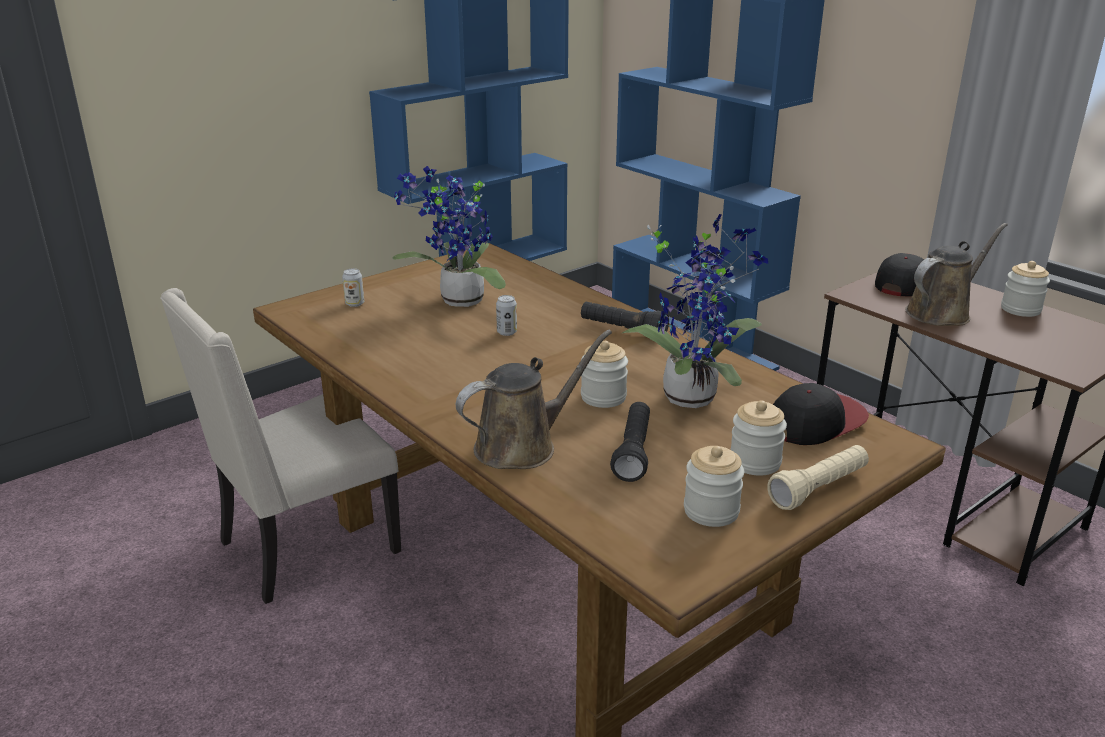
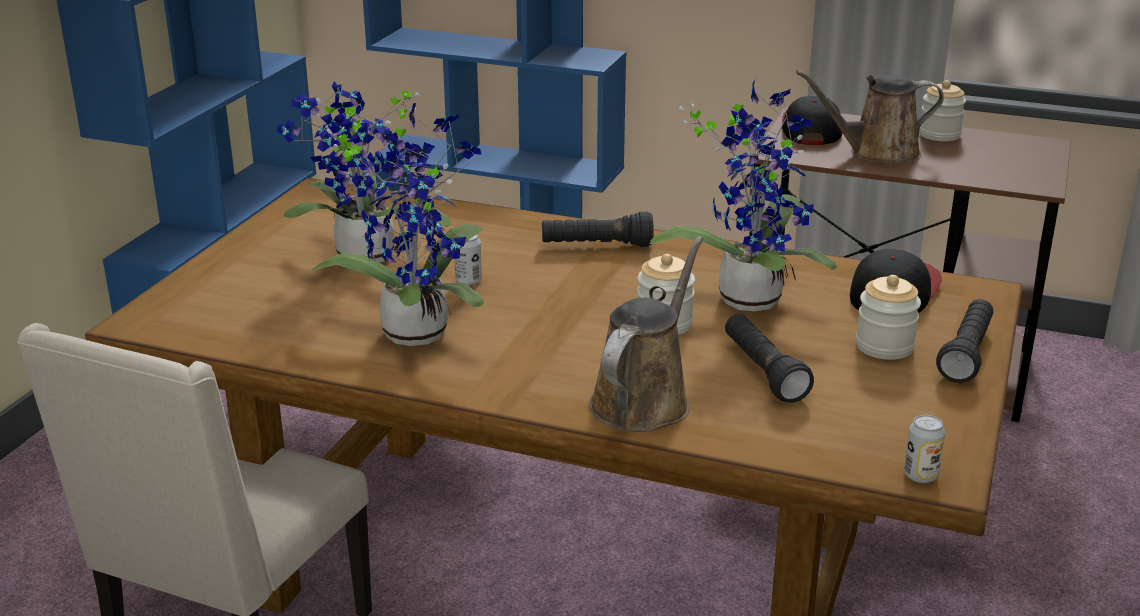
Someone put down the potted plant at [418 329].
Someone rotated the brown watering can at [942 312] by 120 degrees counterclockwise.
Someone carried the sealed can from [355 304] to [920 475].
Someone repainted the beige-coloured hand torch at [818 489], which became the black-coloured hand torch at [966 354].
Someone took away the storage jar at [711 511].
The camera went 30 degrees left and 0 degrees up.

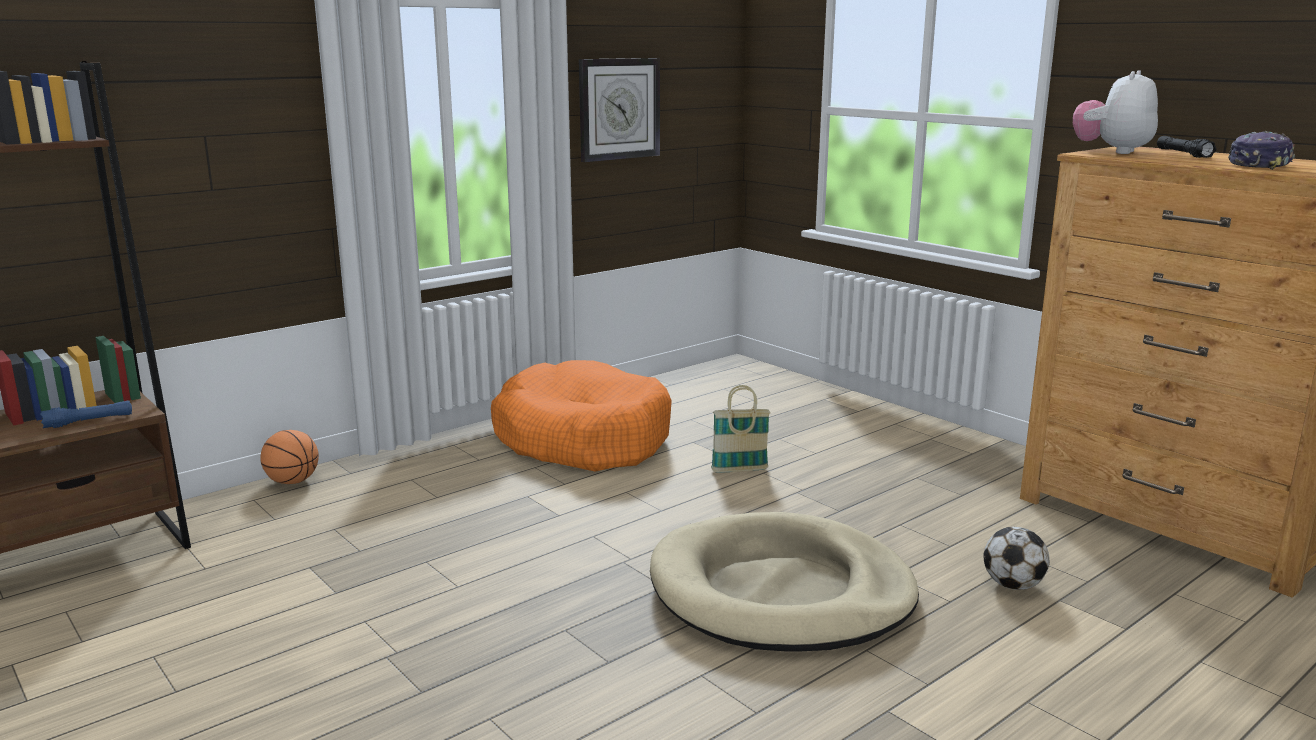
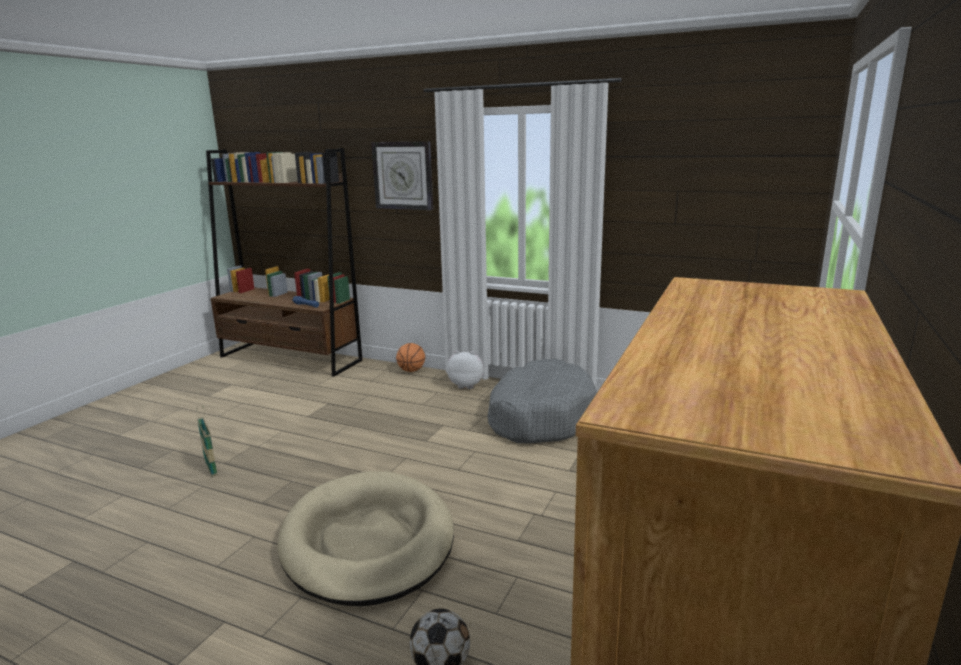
Someone carried the storage basket from [739 470] to [211 468].
Someone carried the clock on the wall from [619 109] to [403 175].
Someone carried the cuddly toy from [1112 151] to [466 385].
Someone repainted the orangey dog cushion at [582 439], which became the gray dog cushion at [540 416].
Someone took away the black-coloured hand torch at [1183 154].
Someone took away the peaked cap at [1259 165].
The camera went 65 degrees right and 0 degrees up.

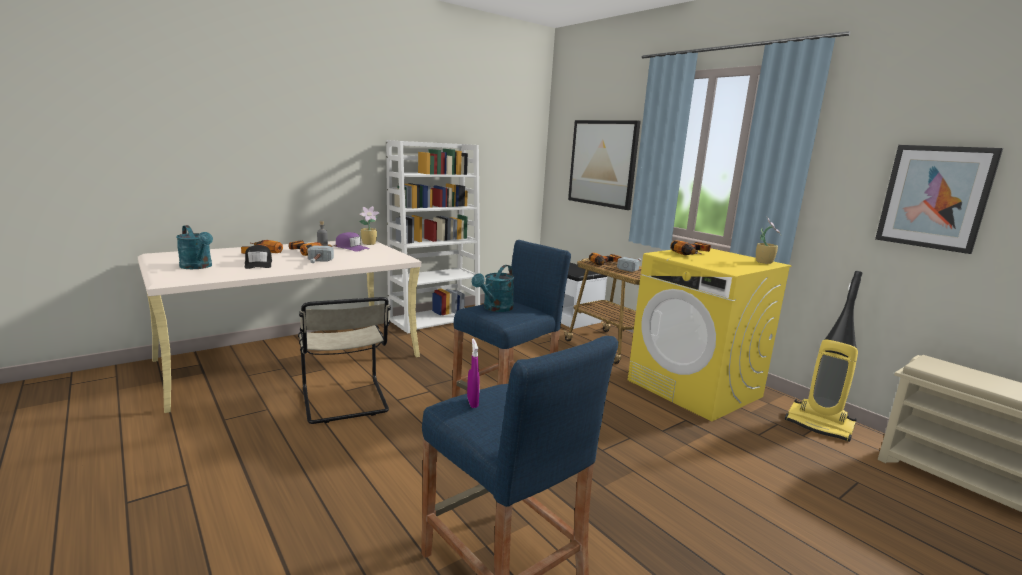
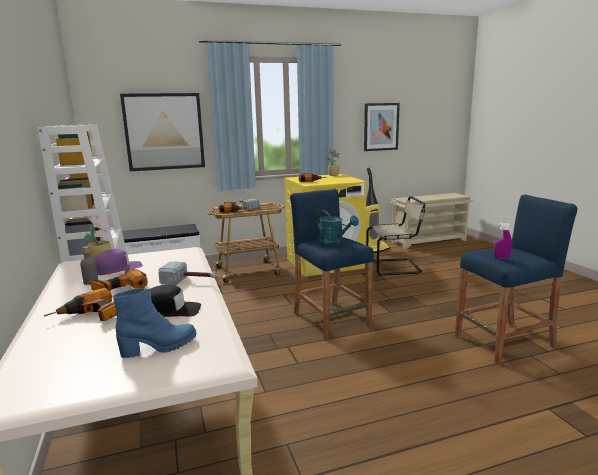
Someone swapped the turquoise watering can at [198 267] for the bluish high-top boot at [159 347].
Someone carried the beige-coloured chair from [345 402] to [395 267].
The camera went 70 degrees left and 0 degrees up.

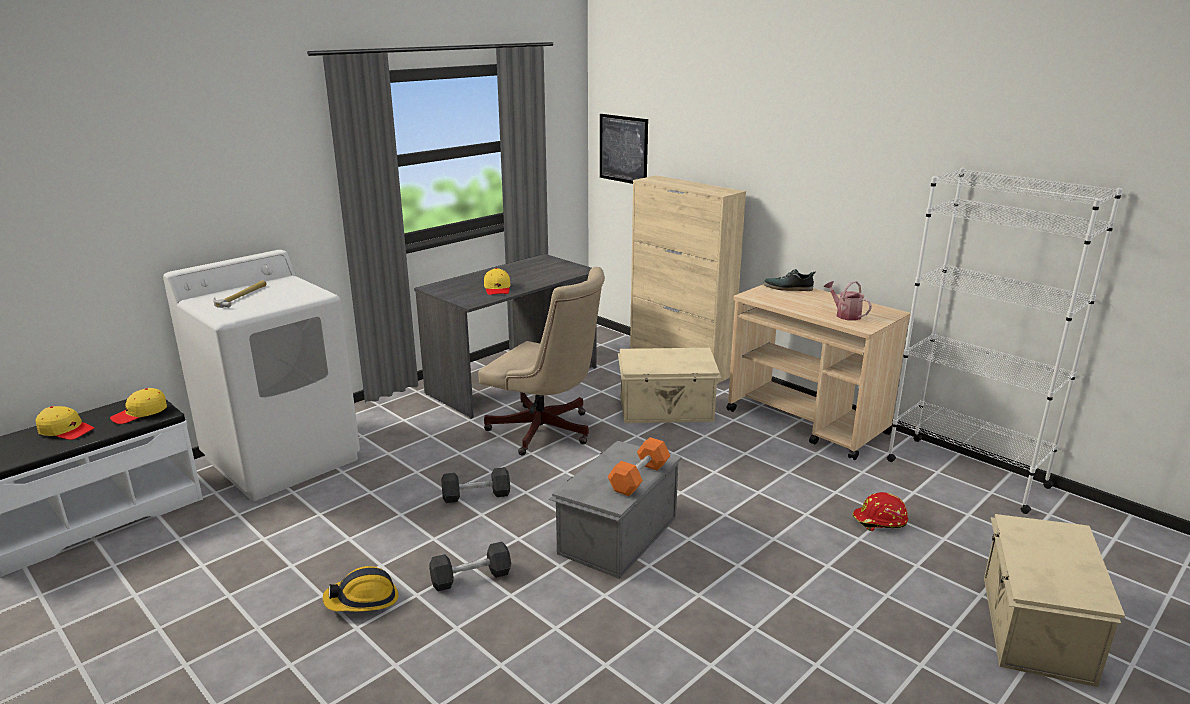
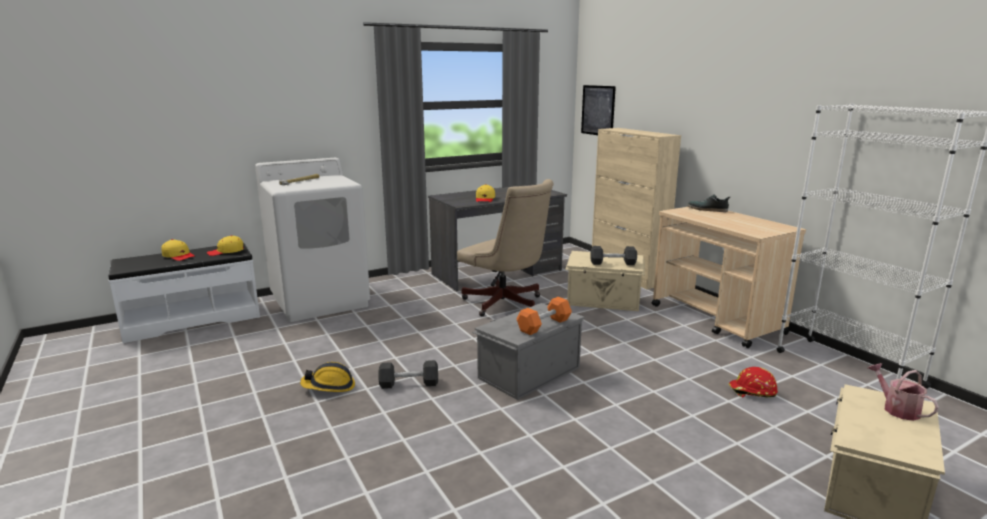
Someone carried the black-coloured free weight from [476 495] to [613 263].
Someone carried the watering can from [845 315] to [897 409].
The camera went 15 degrees right and 5 degrees down.

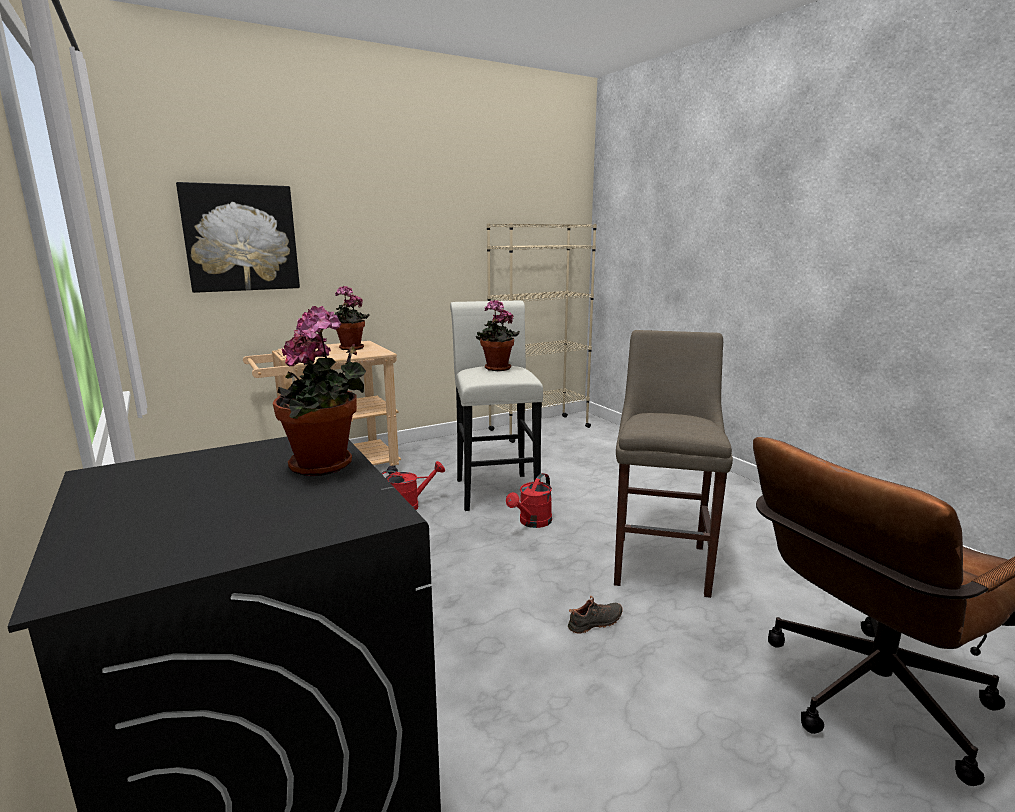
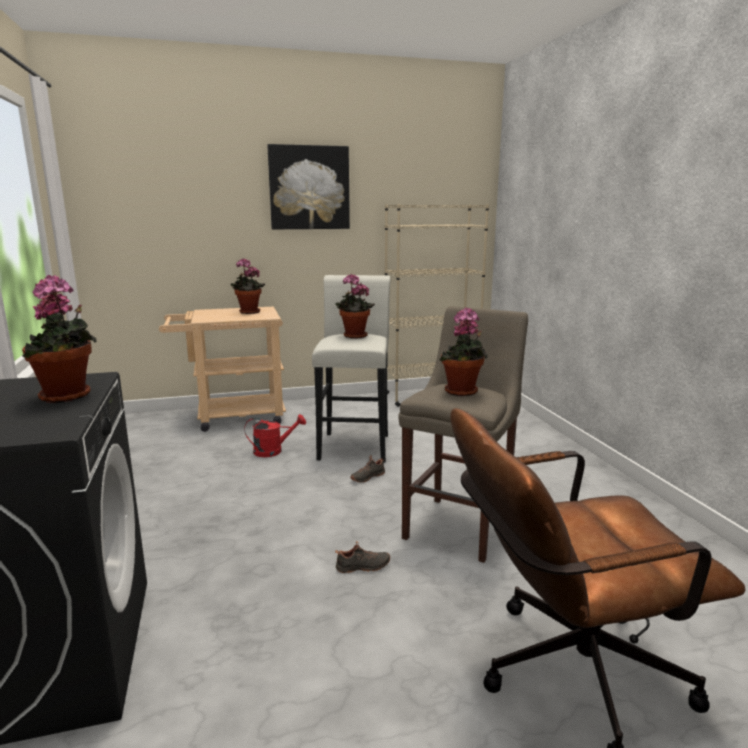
Someone carried the wall picture from [241 238] to [309 188].
Someone swapped the reddish watering can at [532 523] for the black-coloured low shoe at [367 477].
Someone put down the potted plant at [462 392].
The camera went 15 degrees right and 0 degrees up.

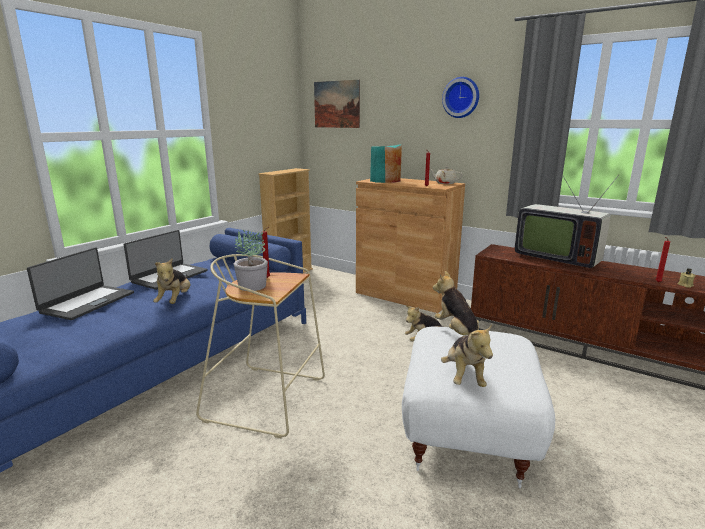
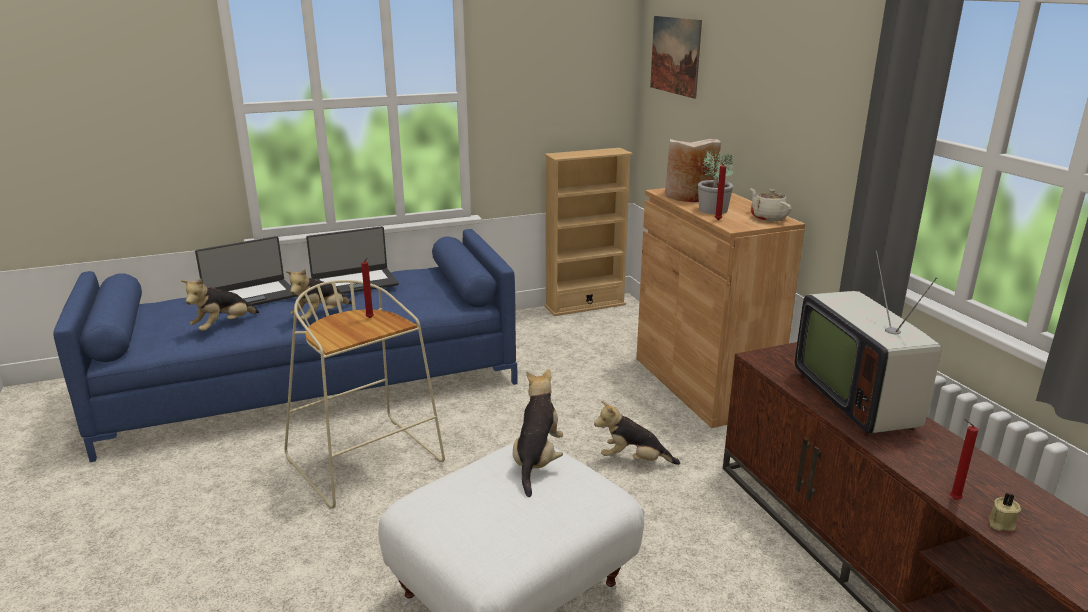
Someone carried the cuddly toy from [464 377] to [224 327].
Someone repainted the turquoise decorative vase at [385 180], which became the beige-coloured decorative vase at [690 195].
Someone carried the potted plant from [252 286] to [713 210].
Someone took away the clock on the wall at [461 97].
The camera went 35 degrees right and 5 degrees up.

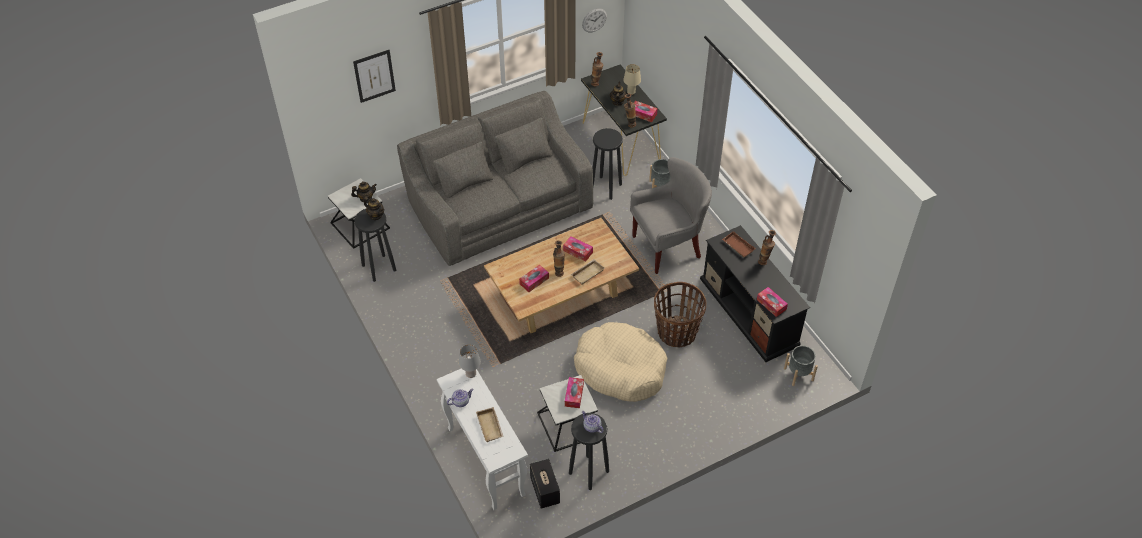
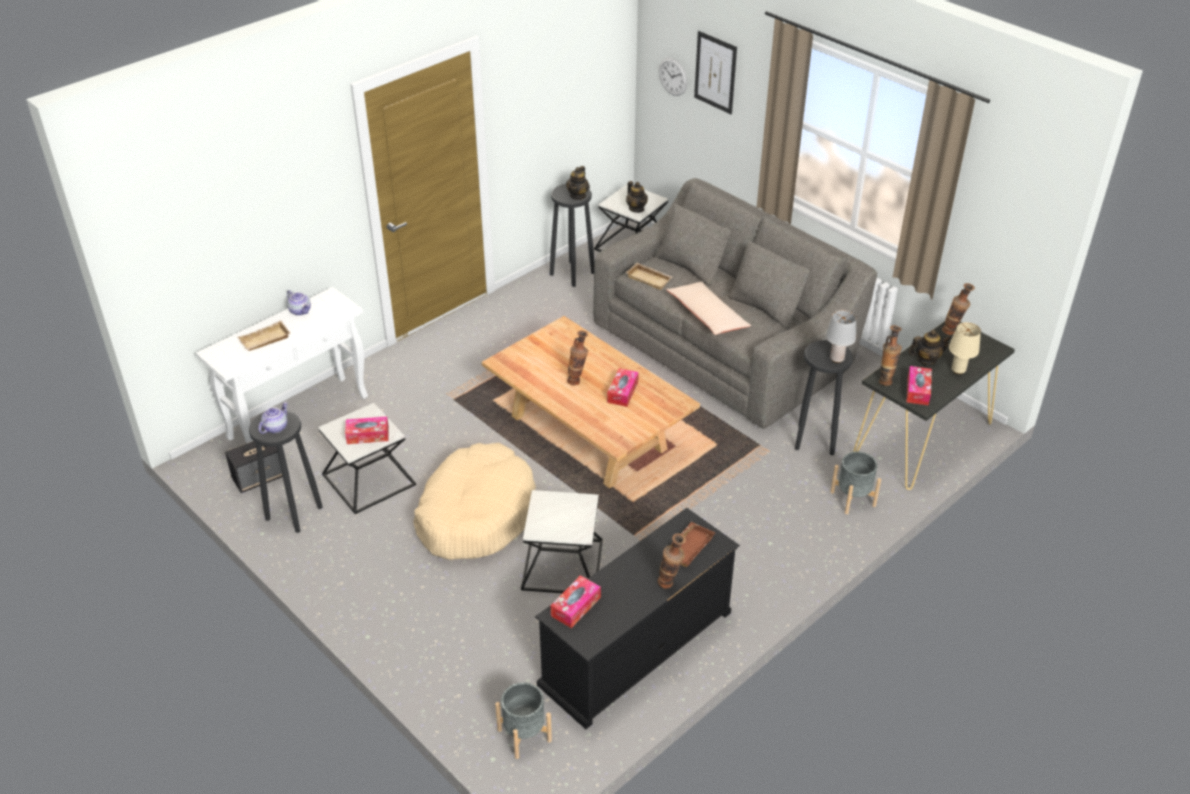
Someone swapped the storage basket at [676 333] for the side table at [562 565].
Someone carried the beige-coloured serving tray from [587 273] to [650 279].
Someone carried the clock on the wall from [594 20] to [673 76].
Someone put down the beige-coloured pillow at [707 316].
Someone carried the gray lamp for a table from [470 374] to [836 359].
Someone took away the tissue box at [534 281].
Someone took away the gray easy chair at [668 247].
The camera went 75 degrees right and 10 degrees down.

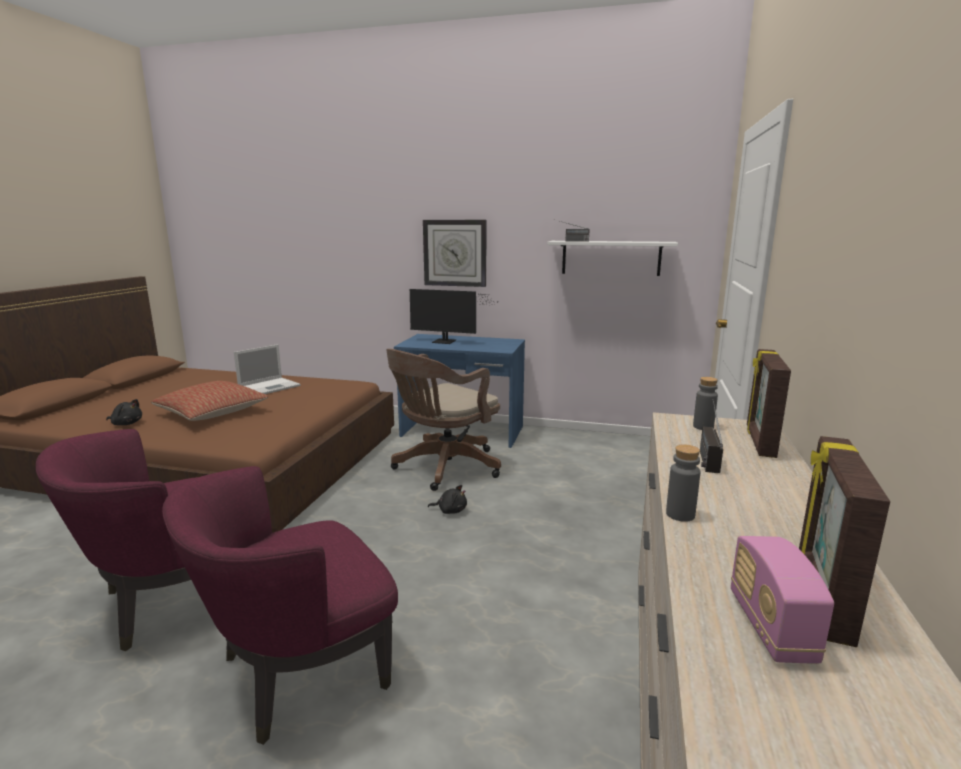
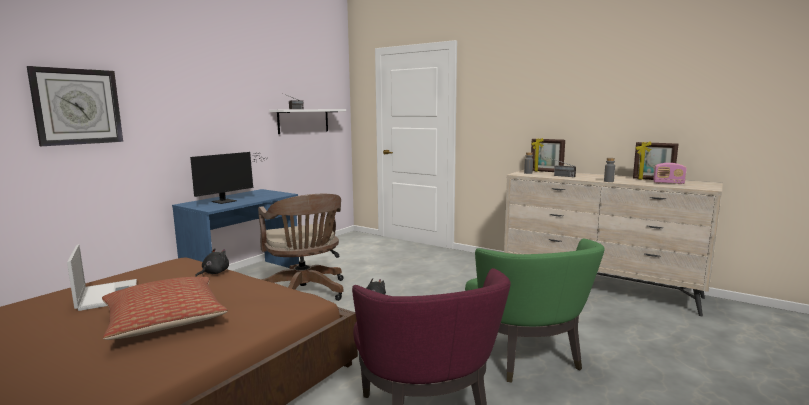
Someone carried the clock on the wall from [455 253] to [77 106].
Someone carried the black-coloured cuddly toy from [126 423] to [214 273].
Someone repainted the purplish easy chair at [297 673], which became the green-coloured easy chair at [527 358].
The camera went 70 degrees left and 5 degrees down.

